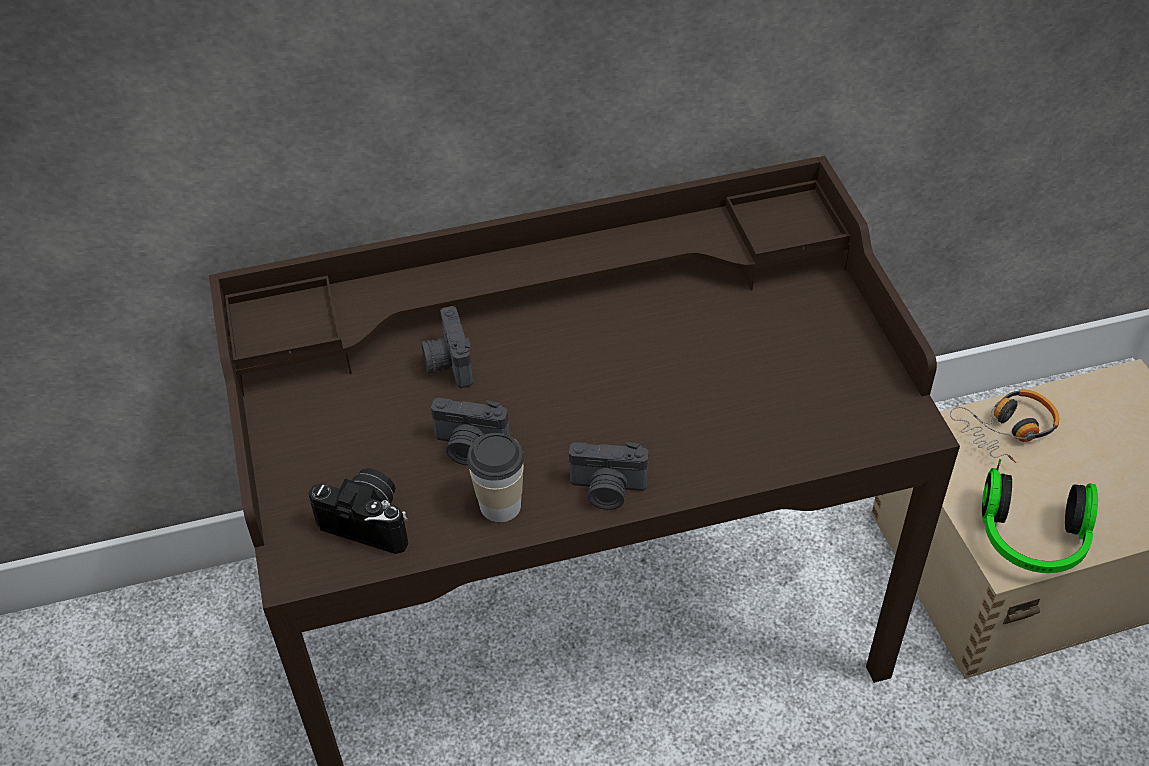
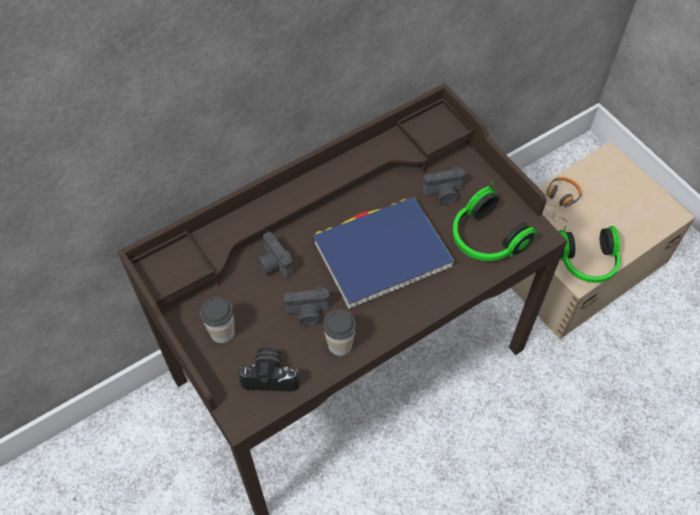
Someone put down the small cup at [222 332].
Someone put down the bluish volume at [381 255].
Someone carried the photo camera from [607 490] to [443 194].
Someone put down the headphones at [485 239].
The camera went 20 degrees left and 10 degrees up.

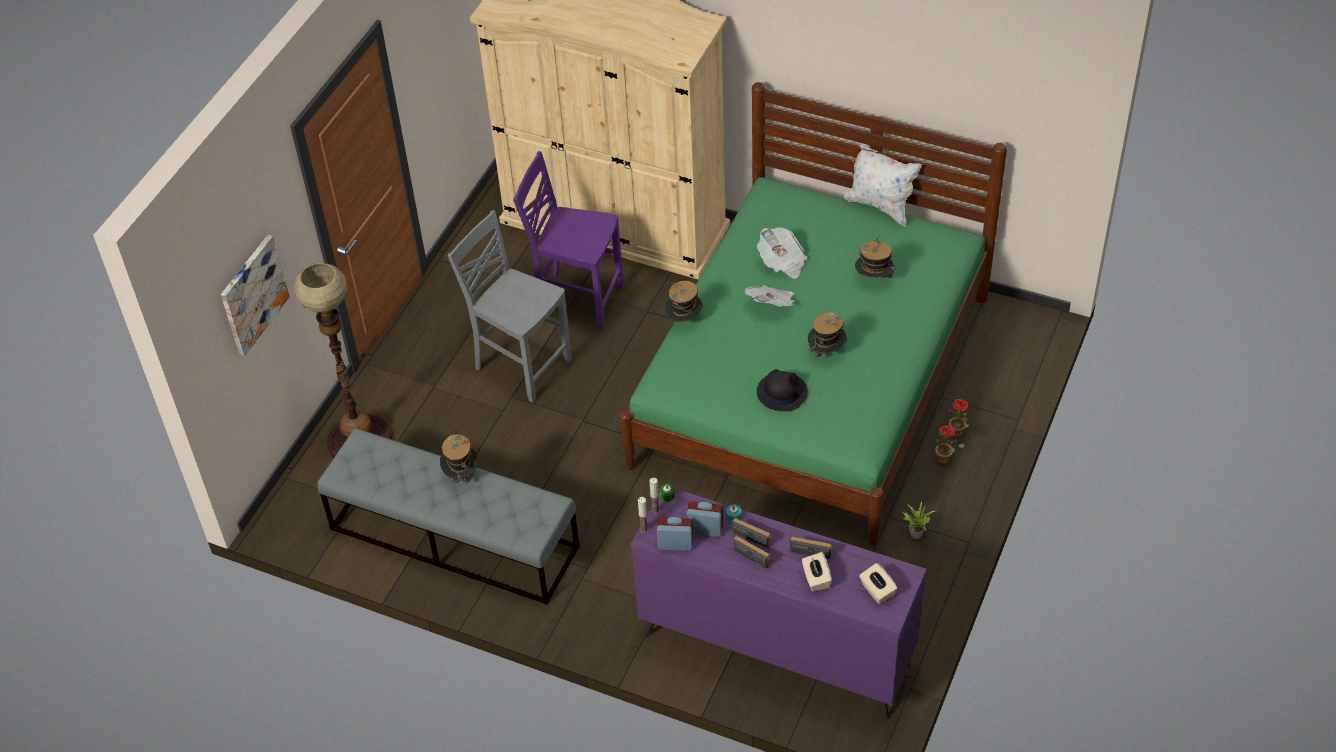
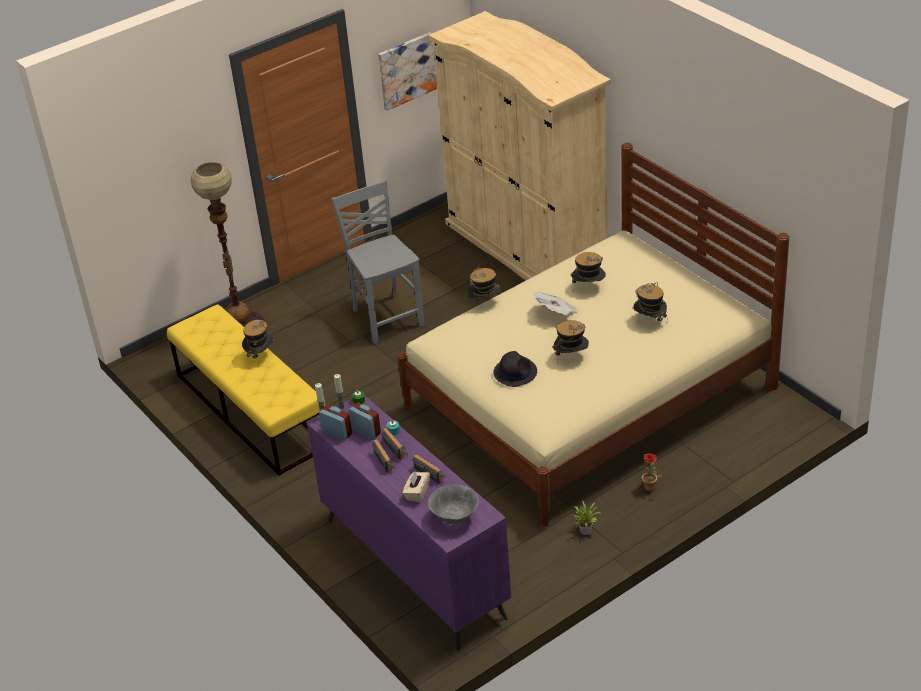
Someone repainted the gray long seat at [453 538], which became the yellowish long seat at [251 410].
Someone carried the wall picture from [253 294] to [406 70].
Someone repainted the green-coloured sleeping bed at [811 380], which became the beige-coloured sleeping bed at [589 398].
Someone swapped the beige-coloured tissue box at [877 591] for the gray serving bowl at [455 518].
Someone swapped the newspaper at [782 262] for the clothing hat at [588 288].
Someone took away the purplish chair at [577 299].
Someone took away the whitish pillow at [880 206].
Someone took away the potted plant at [958 434].
The camera went 30 degrees right and 10 degrees down.

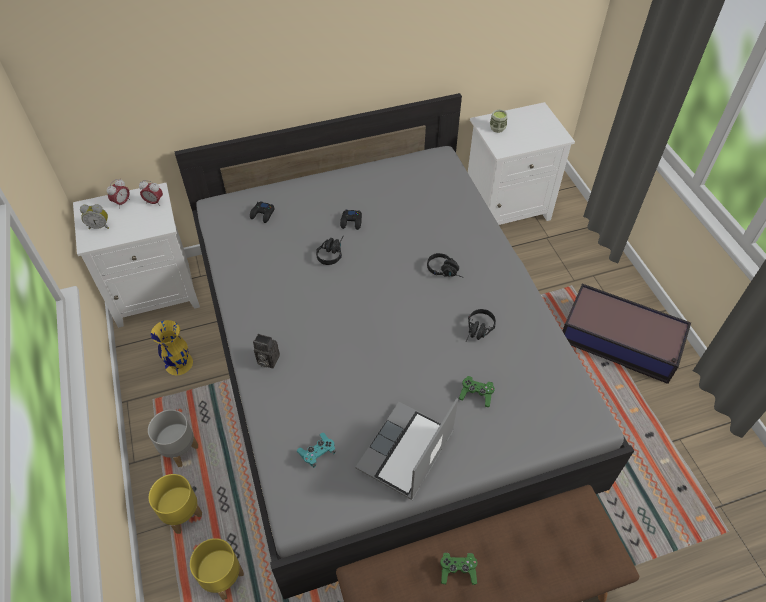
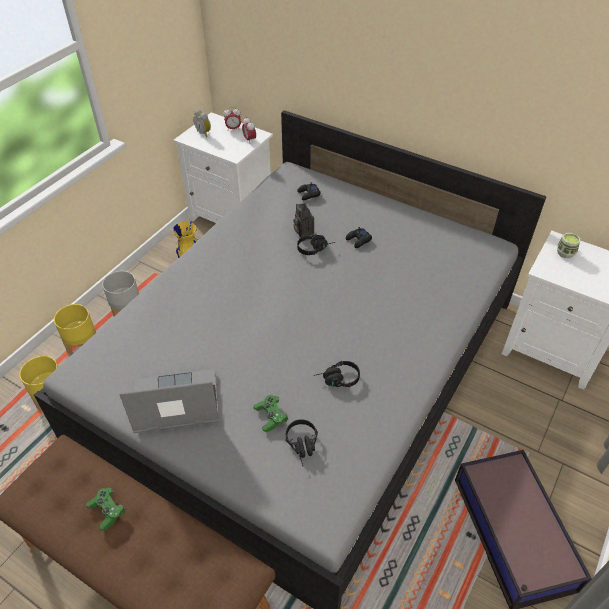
Someone carried the black-coloured headphones from [446 271] to [303 447].
Someone carried the photo camera from [266 360] to [303 231].
Someone took away the turquoise gamepad at [317 453].
The camera went 50 degrees right and 5 degrees down.

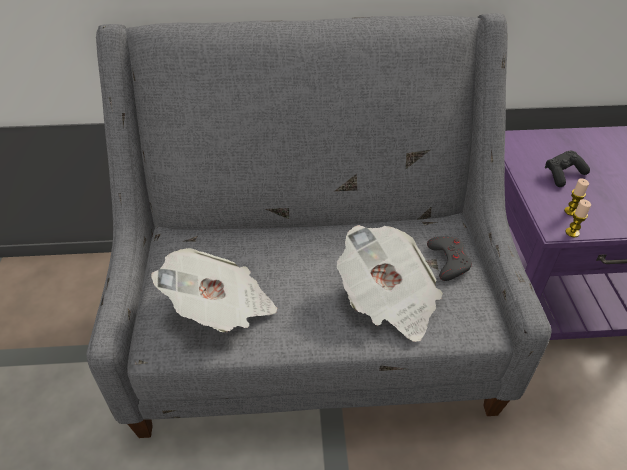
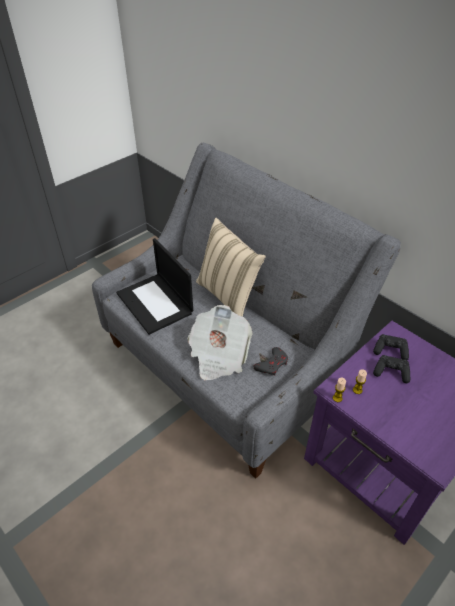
Someone swapped the newspaper at [221 308] for the laptop at [155 303].
Someone put down the beige-coloured pillow at [228 296].
Someone put down the black-coloured gamepad at [390 351].
The camera went 50 degrees right and 0 degrees up.

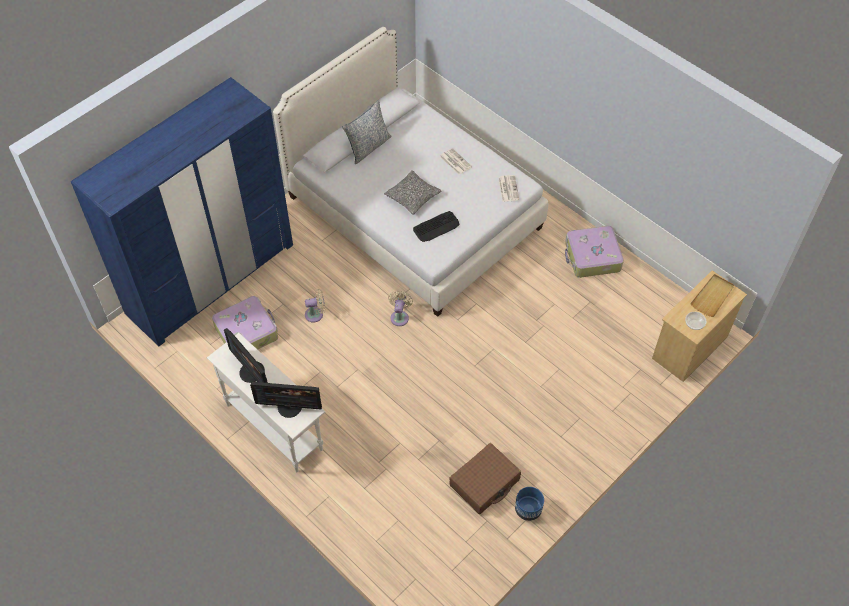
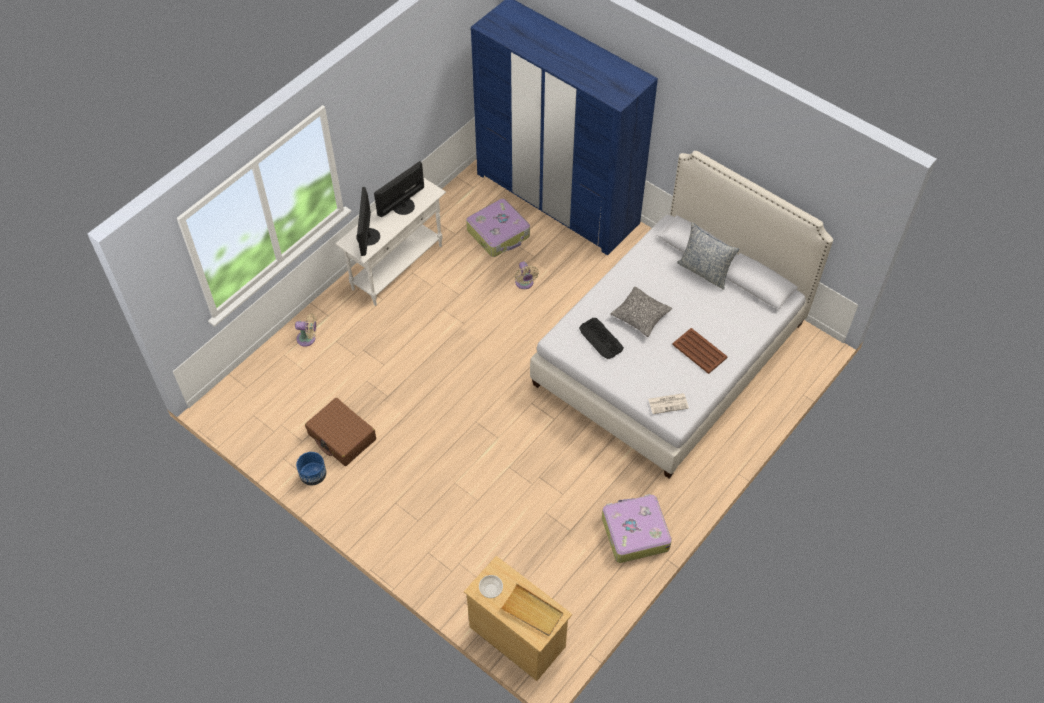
Someone carried the beige-coloured electric fan from [400 316] to [308 338].
Someone swapped the newspaper at [455 161] for the brown serving tray at [699 350].
The camera went 85 degrees right and 0 degrees up.

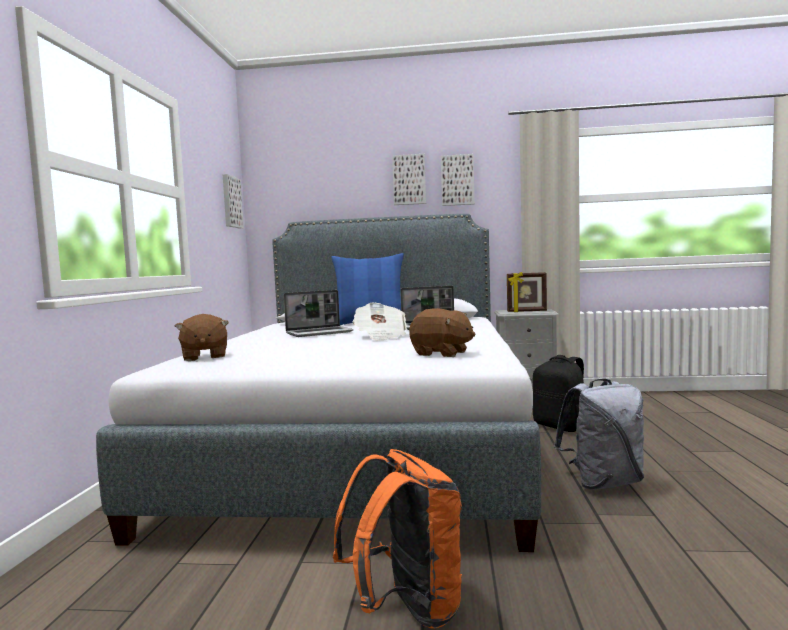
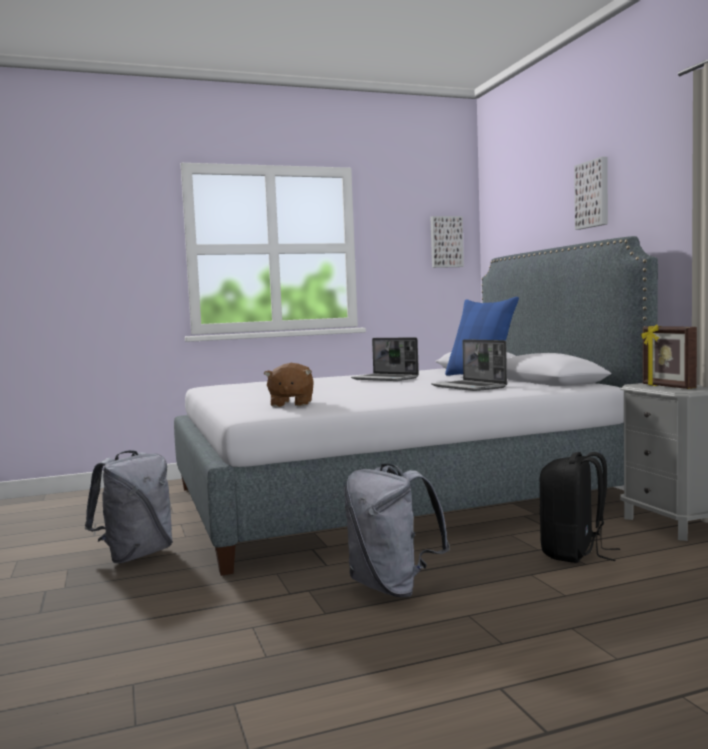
Someone repainted the orangey backpack at [406 608], which became the gray backpack at [136 555].
Someone took away the brown cuddly toy at [204 357].
Someone took away the newspaper at [380 336].
Someone took away the wall picture at [457 180].
The camera went 65 degrees right and 0 degrees up.

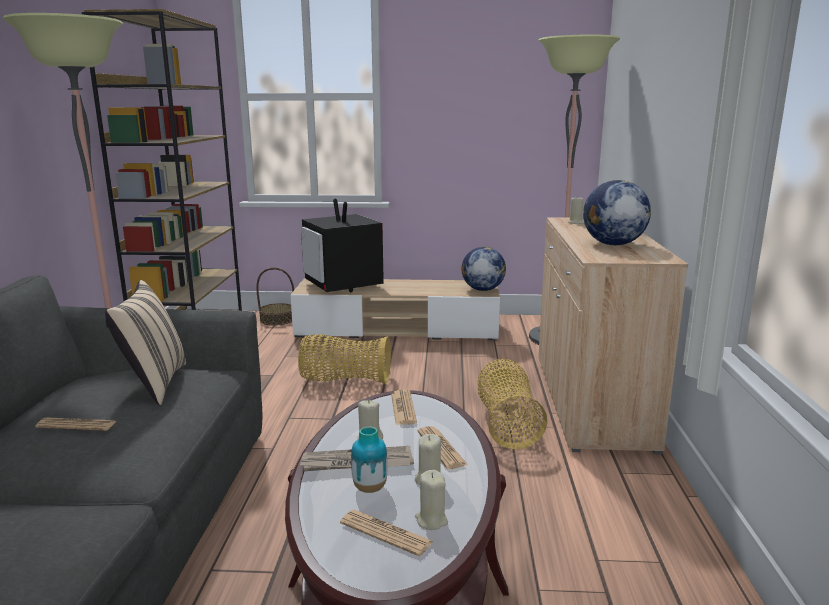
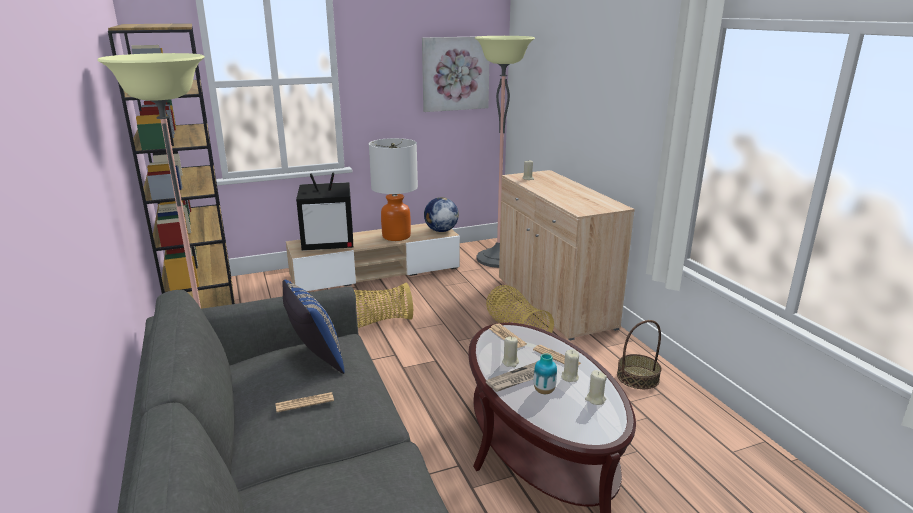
Someone repainted the beige-coloured pillow at [153 384], which became the bluish pillow at [315 359].
Someone rotated the television at [344 286] by 45 degrees counterclockwise.
Someone put down the lamp for a table at [396 236].
Someone put up the wall picture at [455 73].
Someone carried the storage basket from [277 319] to [637 377].
Someone took away the newspaper at [386 533].
Someone took away the globe at [612 244].
The camera went 25 degrees left and 5 degrees up.

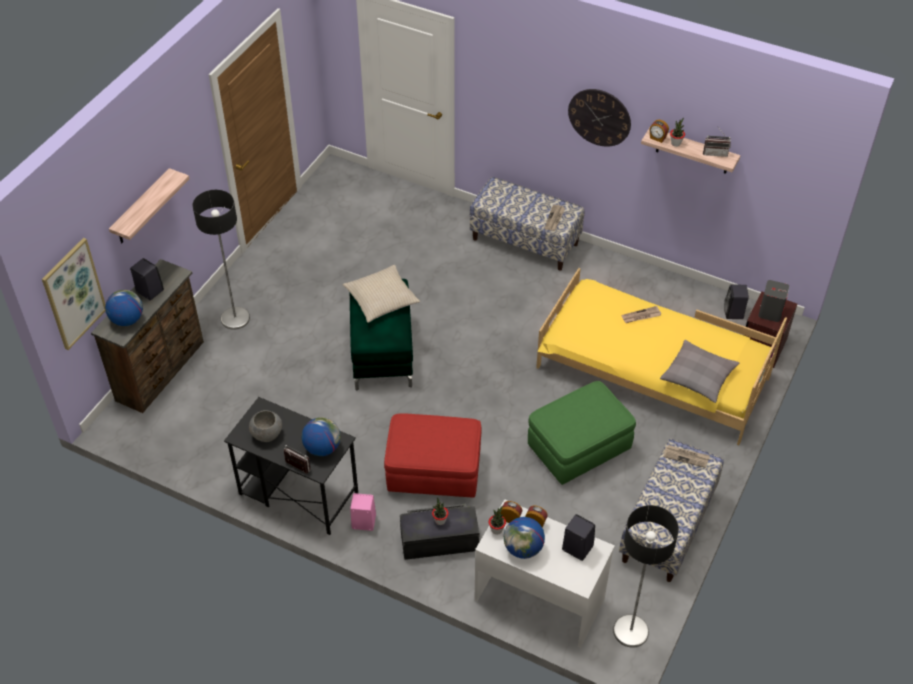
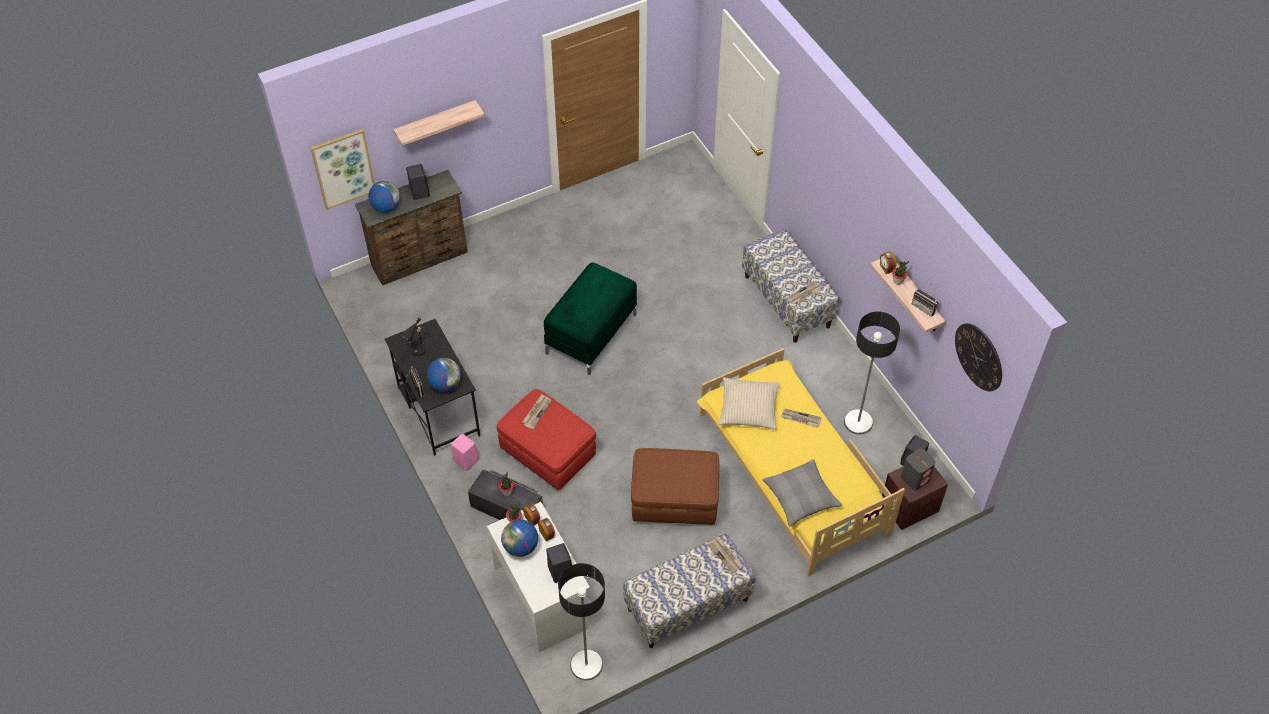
Someone swapped the gray serving bowl at [267 434] for the black-coloured lamp for a table at [416 351].
Someone put down the newspaper at [537 412].
Someone repainted the green-coloured footrest at [578 449], which became the brown footrest at [673 500].
Someone carried the beige-coloured pillow from [381 299] to [748 408].
Someone carried the floor lamp from [235 319] to [858 422].
Someone carried the clock on the wall from [599 117] to [979 356].
The camera went 35 degrees right and 5 degrees up.

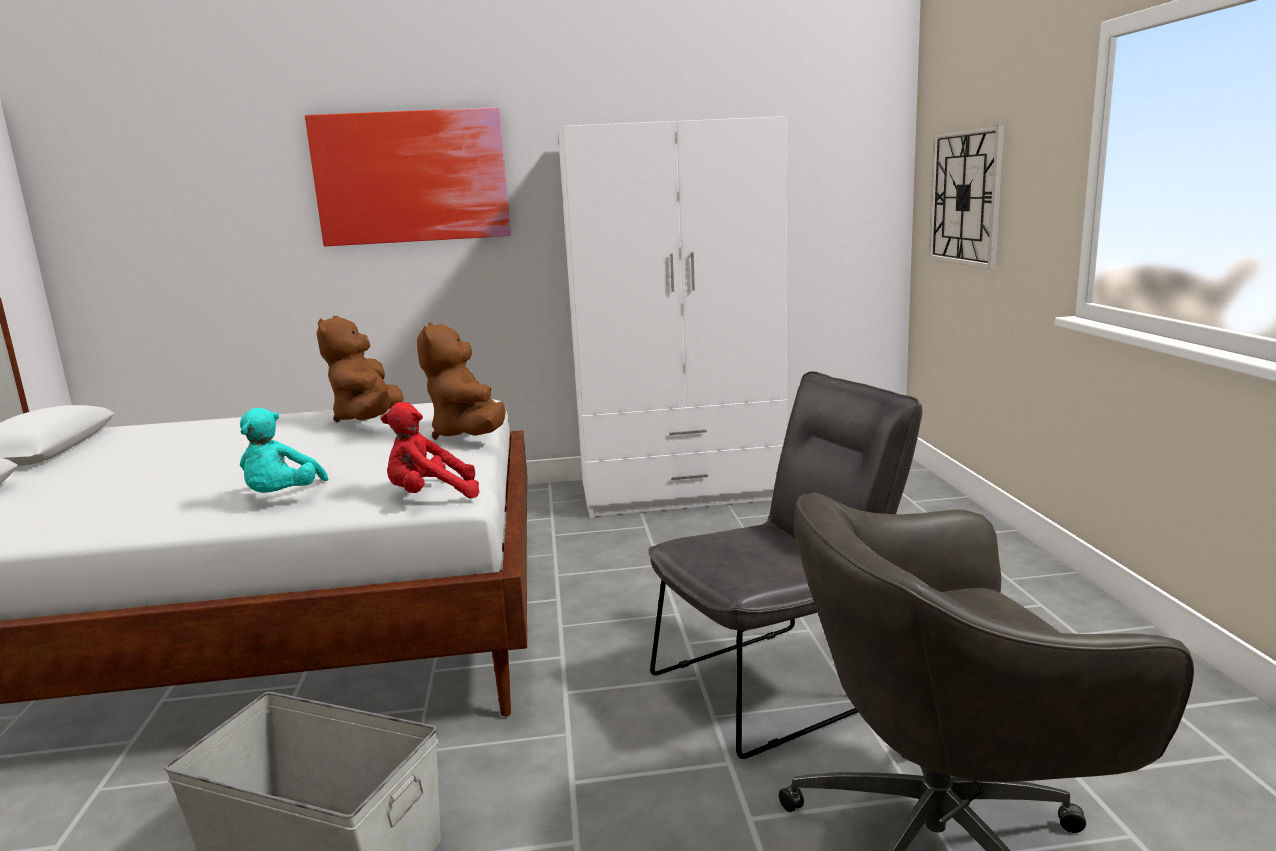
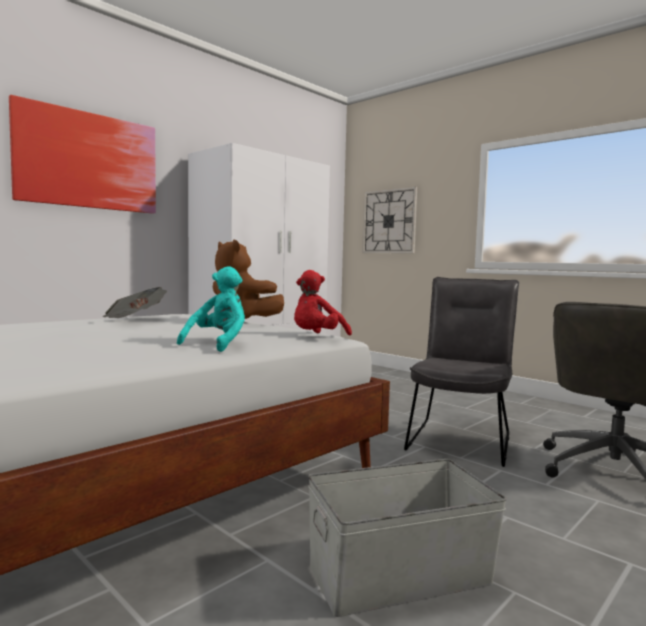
Someone swapped the brown cuddly toy at [368 420] for the newspaper at [135 320].
Someone rotated the turquoise cuddly toy at [282 498] by 120 degrees counterclockwise.
The camera went 40 degrees left and 10 degrees down.

